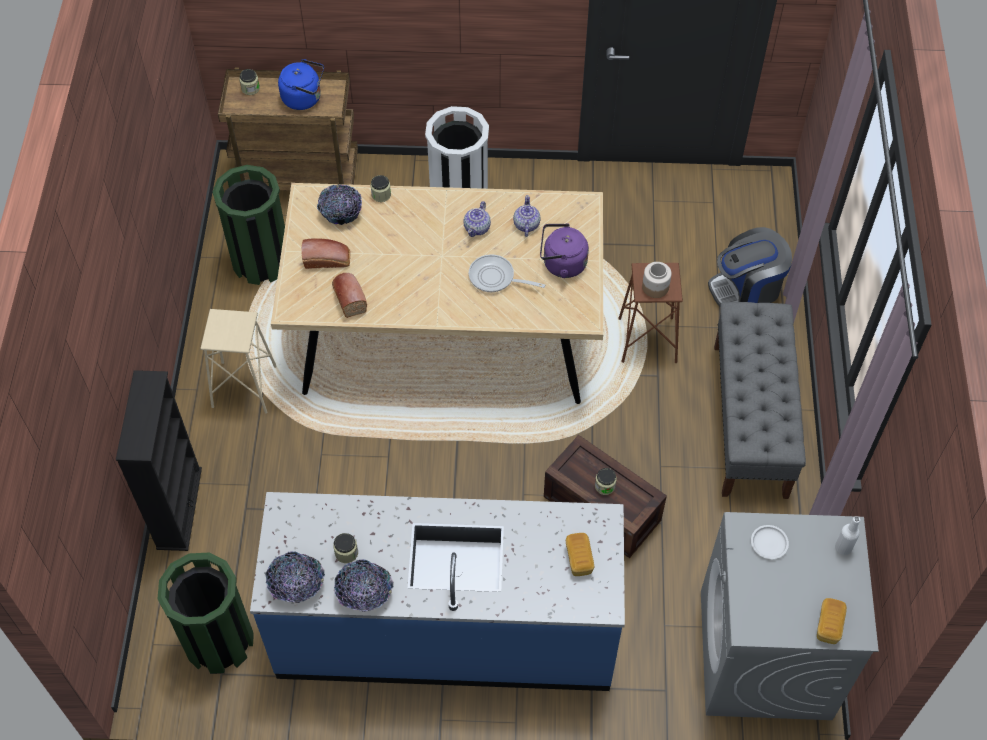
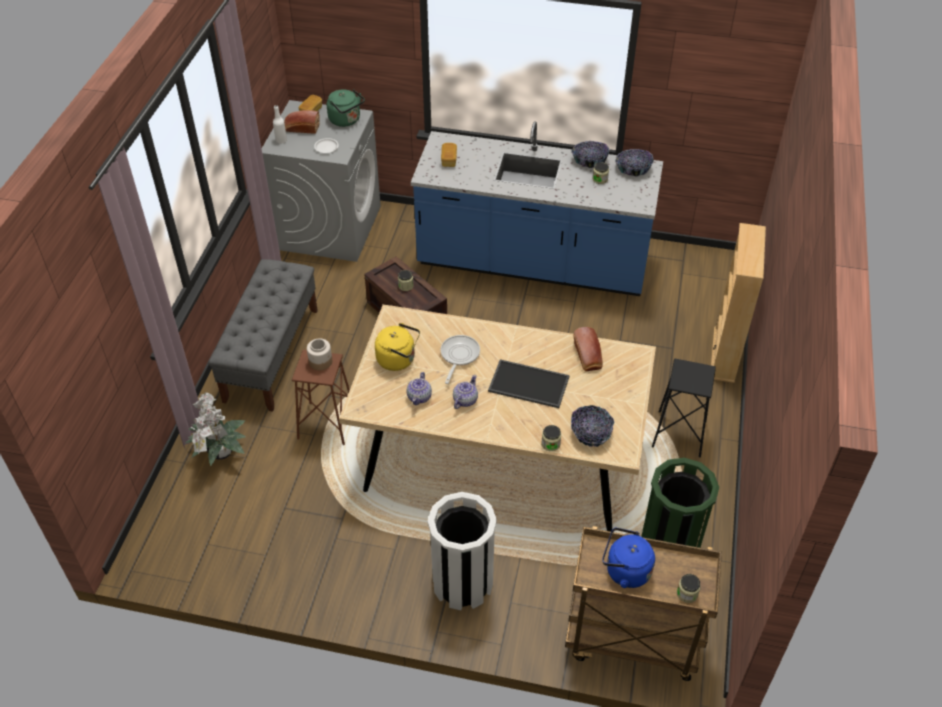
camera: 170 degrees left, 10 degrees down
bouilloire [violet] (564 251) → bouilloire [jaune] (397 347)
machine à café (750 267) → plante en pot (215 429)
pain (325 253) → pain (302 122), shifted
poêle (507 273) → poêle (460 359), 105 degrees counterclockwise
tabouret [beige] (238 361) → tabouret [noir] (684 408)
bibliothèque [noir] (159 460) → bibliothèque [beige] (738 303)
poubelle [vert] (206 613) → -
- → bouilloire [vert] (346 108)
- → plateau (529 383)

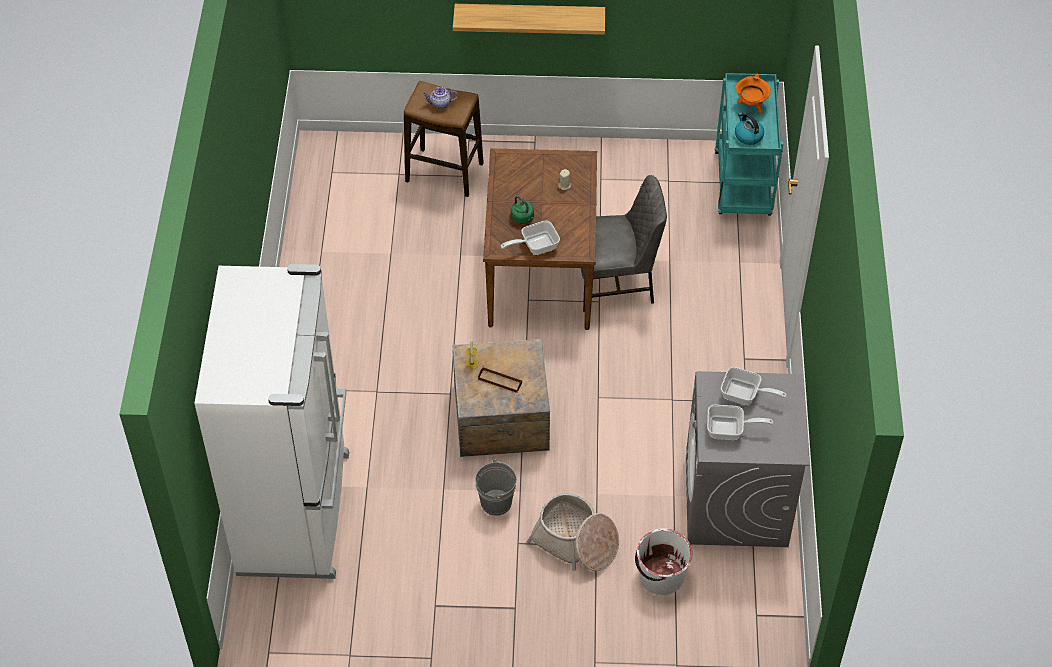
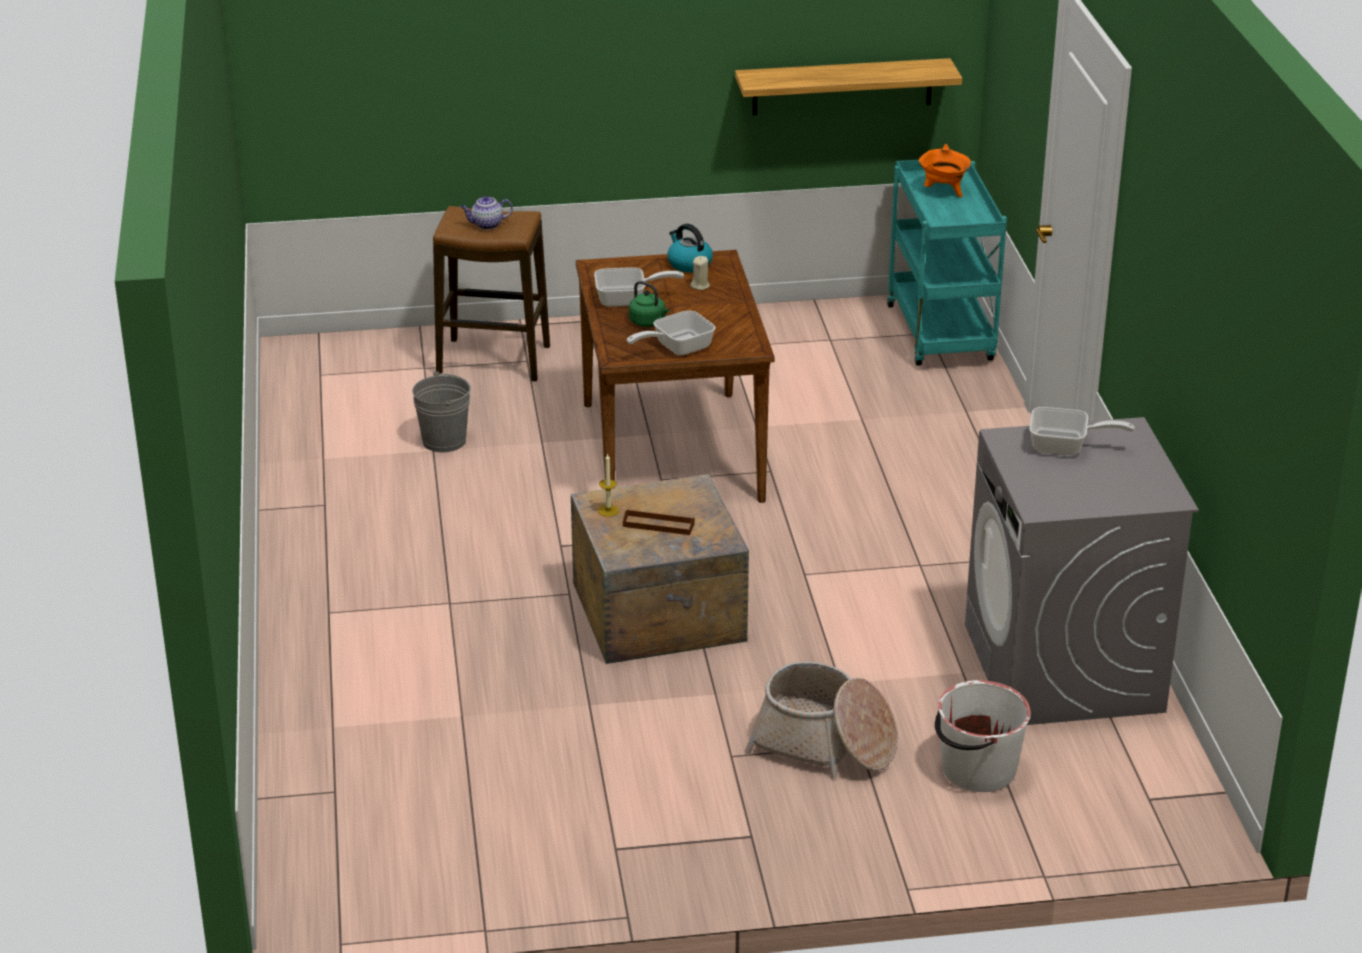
camera: 10 degrees left, 20 degrees down
étagère (529 19) → étagère (848 86), shifted
bouilloire (749 129) → bouilloire (690 248), shifted
chaise [gris] (624 243) → -
réfrigérateur [blanc] (271 421) → -
poêle (740 422) → poêle (639 287), shifted
seau [gris] (496 487) → seau [gris] (441 411), shifted

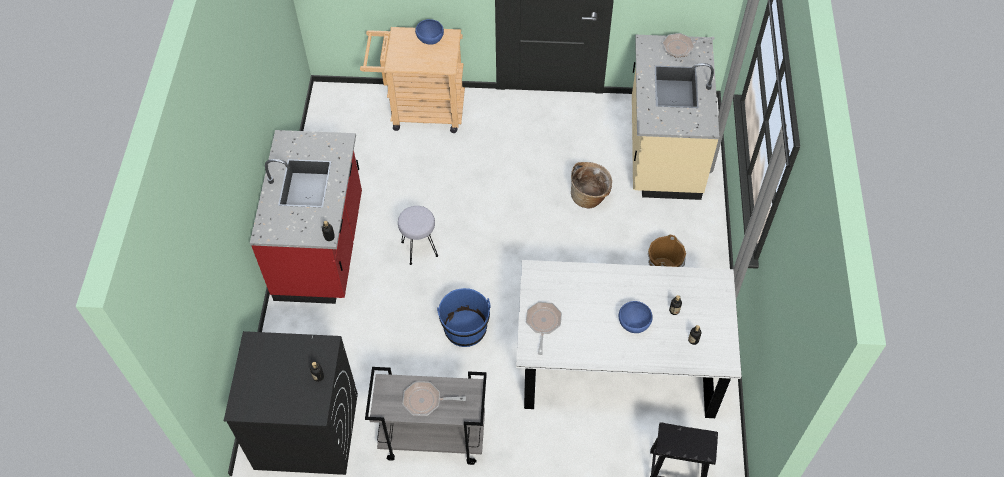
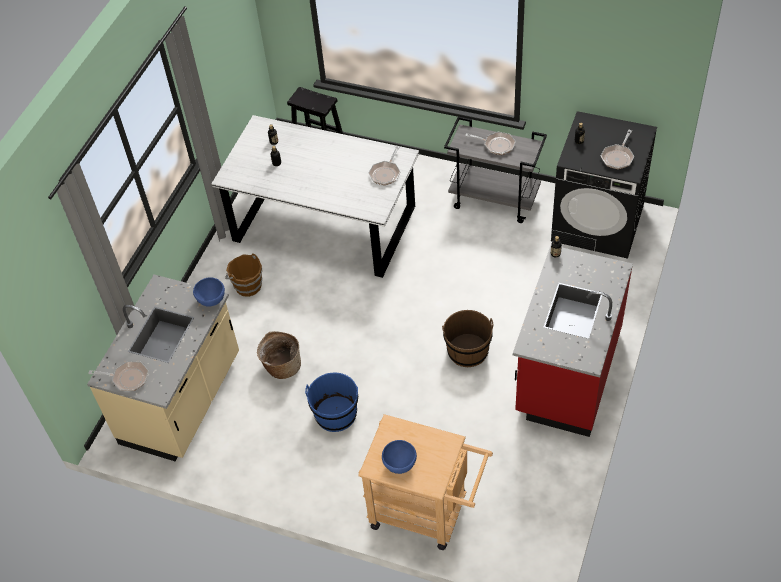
camera: 160 degrees left, 5 degrees down
tabouret [gris] (418 235) → seau [marron] (467 338)
seau [bleu] (464 317) → seau [bleu] (331 402), shifted
bol [bleu] (636 317) → bol [bleu] (209 291), shifted
- → poêle (617 149)

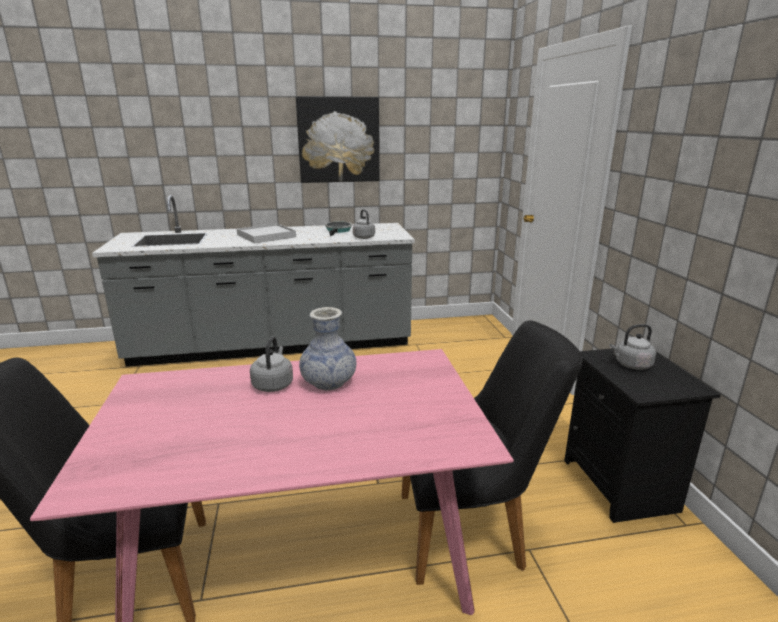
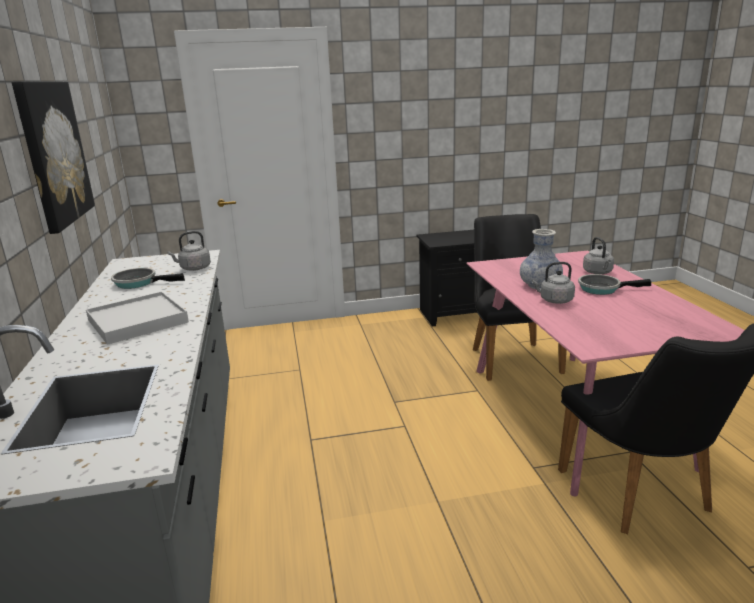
camera: 90 degrees left, 0 degrees up
bouilloire [gris] (632 347) → bouilloire [gris] (598 255), shifted
- → poêle (614 284)

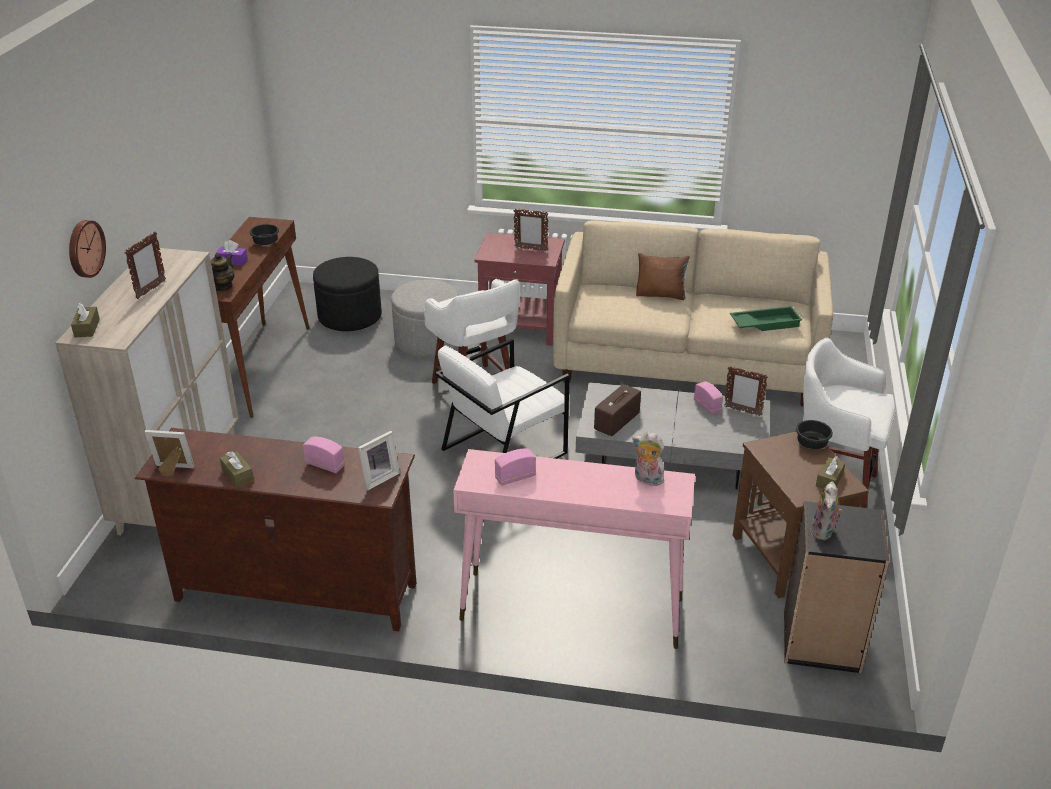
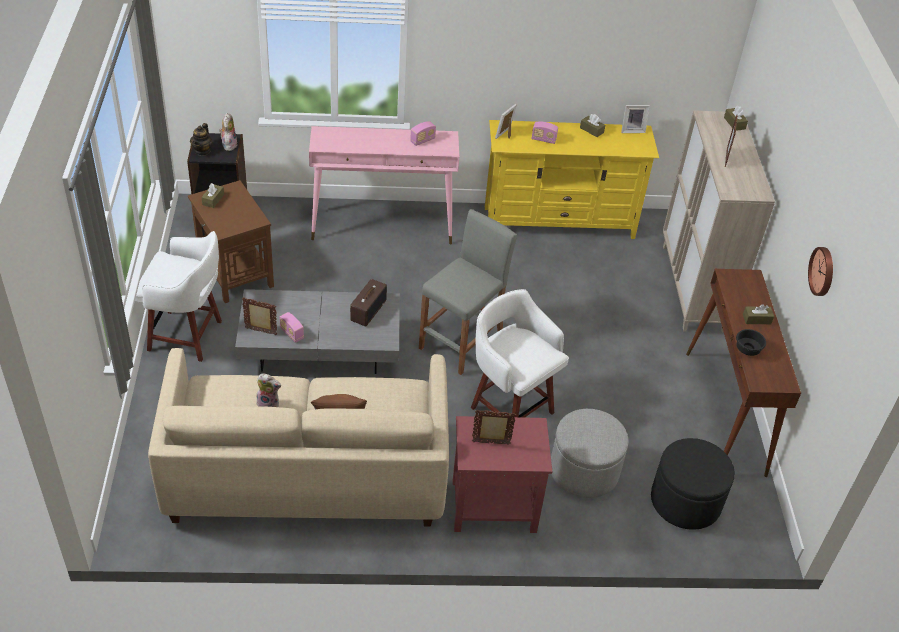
camera: 165 degrees right, 10 degrees up
horloge murale (87 249) → horloge murale (820 271), shifted
boîte à mouchoirs [violet] (231 253) → boîte à mouchoirs [marron] (758 314)
théière (223 272) → théière (201 139), shifted
plateau [vert] (766 318) → -
fauteuil [blanc] (502 399) → tabouret [gris] (468 292)
bol [noir] (814 434) → -
meuble télé [marron] (275 529) → meuble télé [jaune] (572 179)
peluche (648 459) → peluche (268 390), shifted

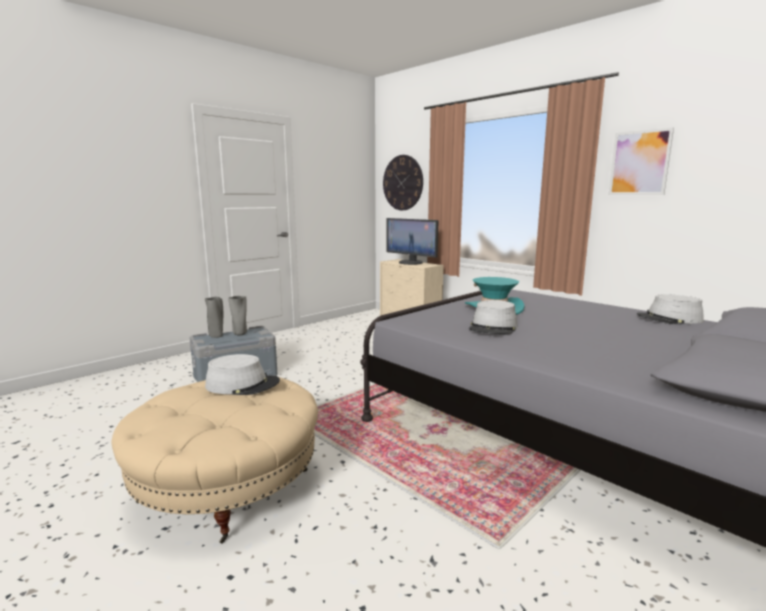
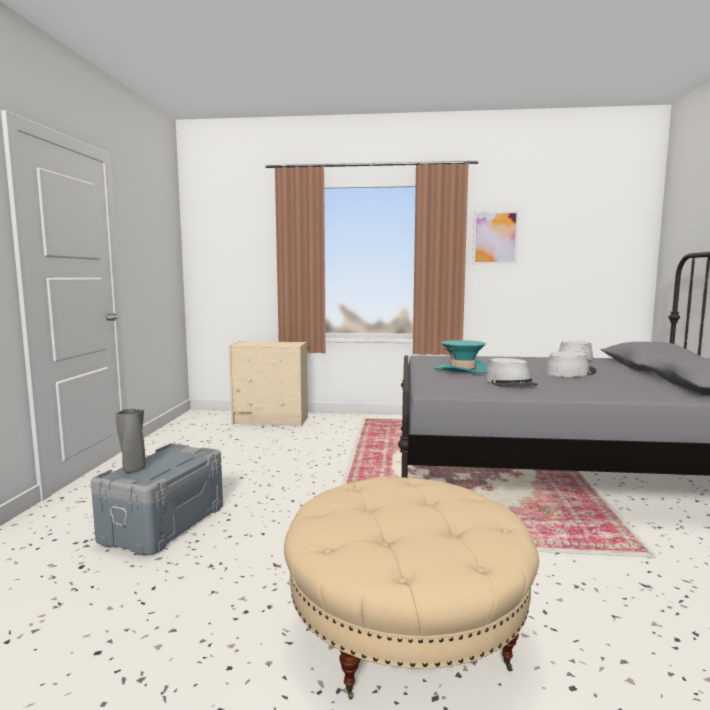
camera: 40 degrees left, 5 degrees down
horloge murale (403 182) → -
écran d'ordinateur (412 241) → -
vase [gris] (237 316) → -
chapeau [gris] (242 374) → chapeau [gris] (570 364), shifted

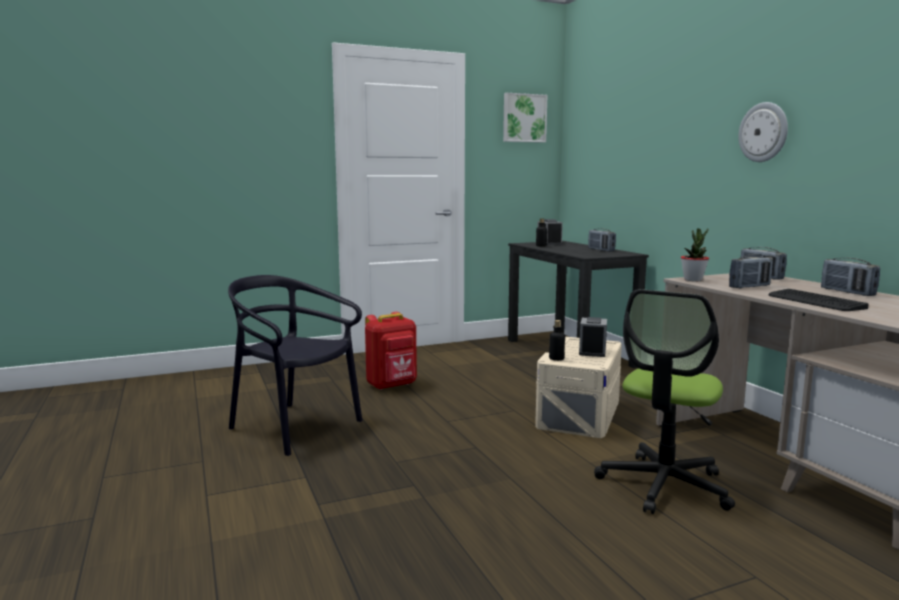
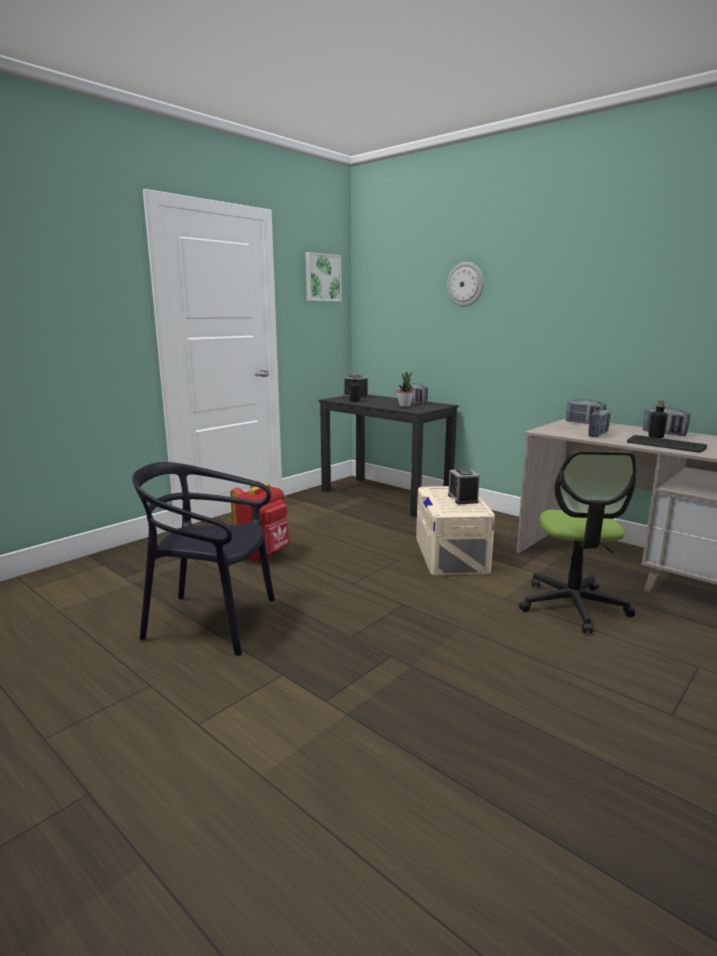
camera: 25 degrees left, 5 degrees up
horloge murale (763 132) → horloge murale (465 284), shifted
plante en pot (695 254) → plante en pot (405 389), shifted
bouteille (557 340) → bouteille (657 419), shifted

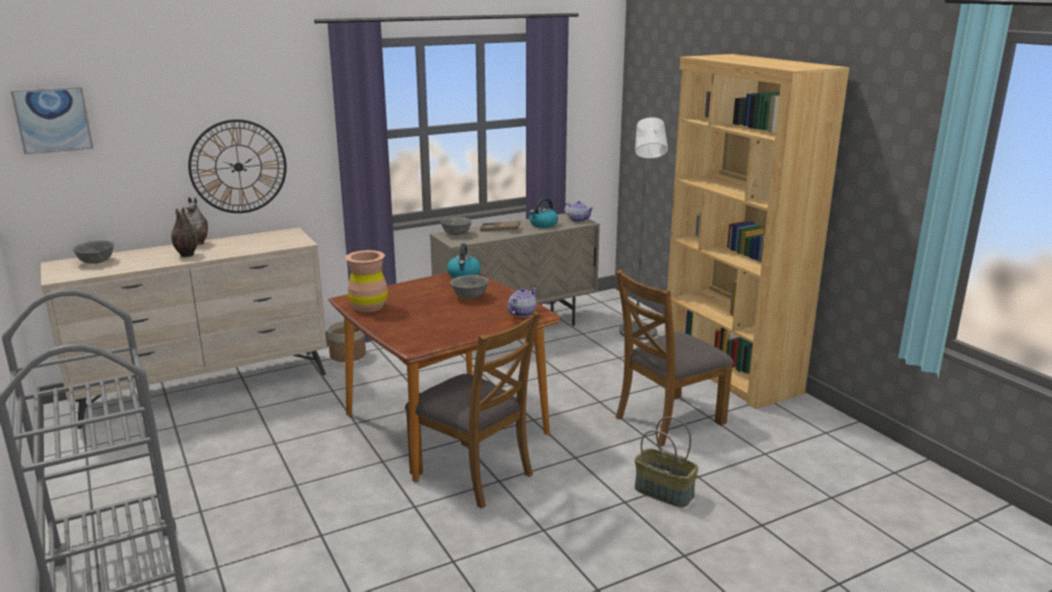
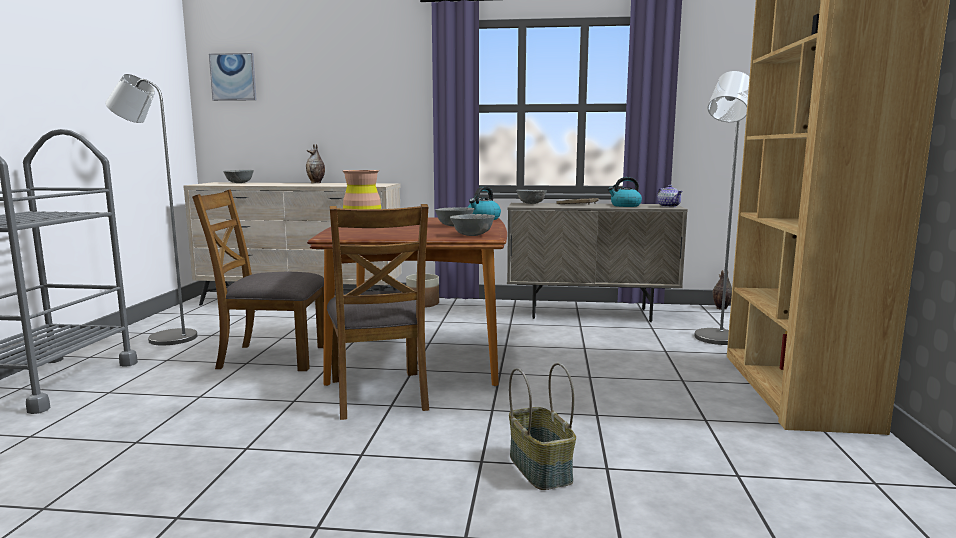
camera: 35 degrees right, 10 degrees down
horloge murale (237 166) → -
vase (184 232) → vase (722 290), shifted
chaise [marron] (674 358) → chaise [marron] (258 280), shifted
théière (522 302) → bol [gris] (472 225)
- → lampadaire [gris] (151 209)

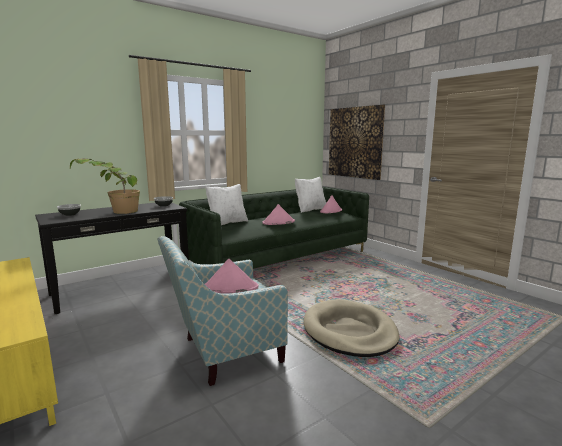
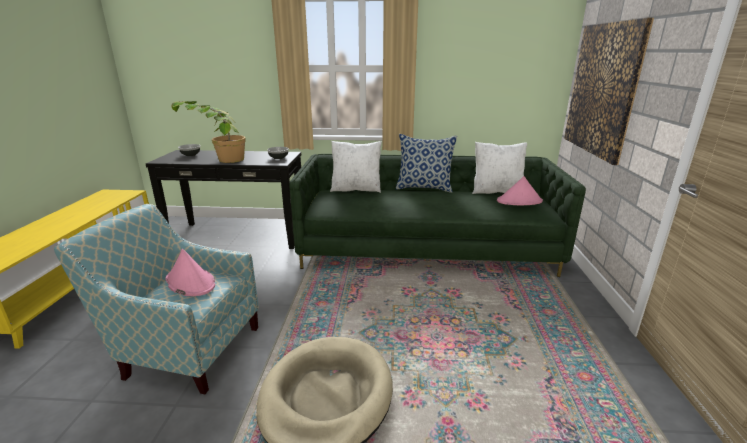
camera: 40 degrees right, 10 degrees up
chapeau [rose] (278 214) → -
- → coussin (426 163)

